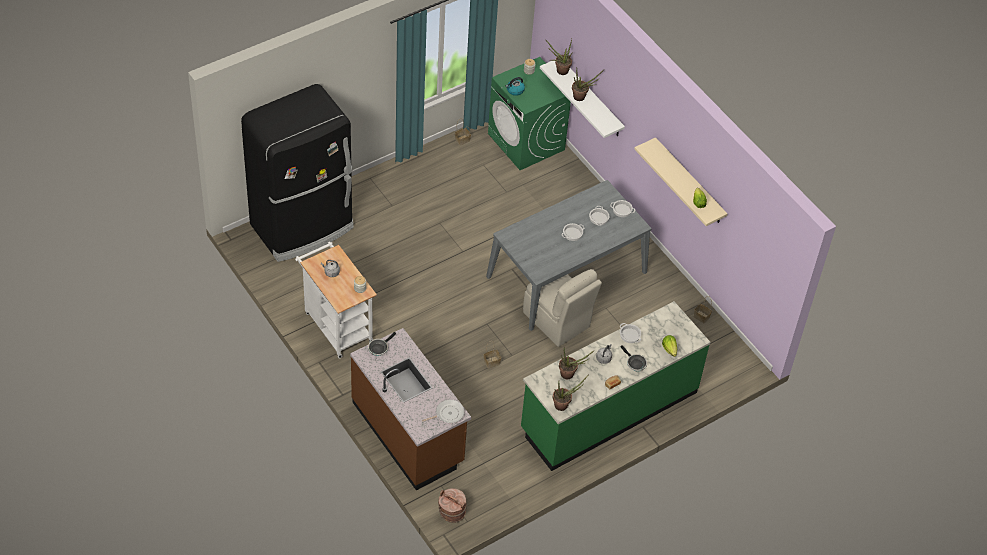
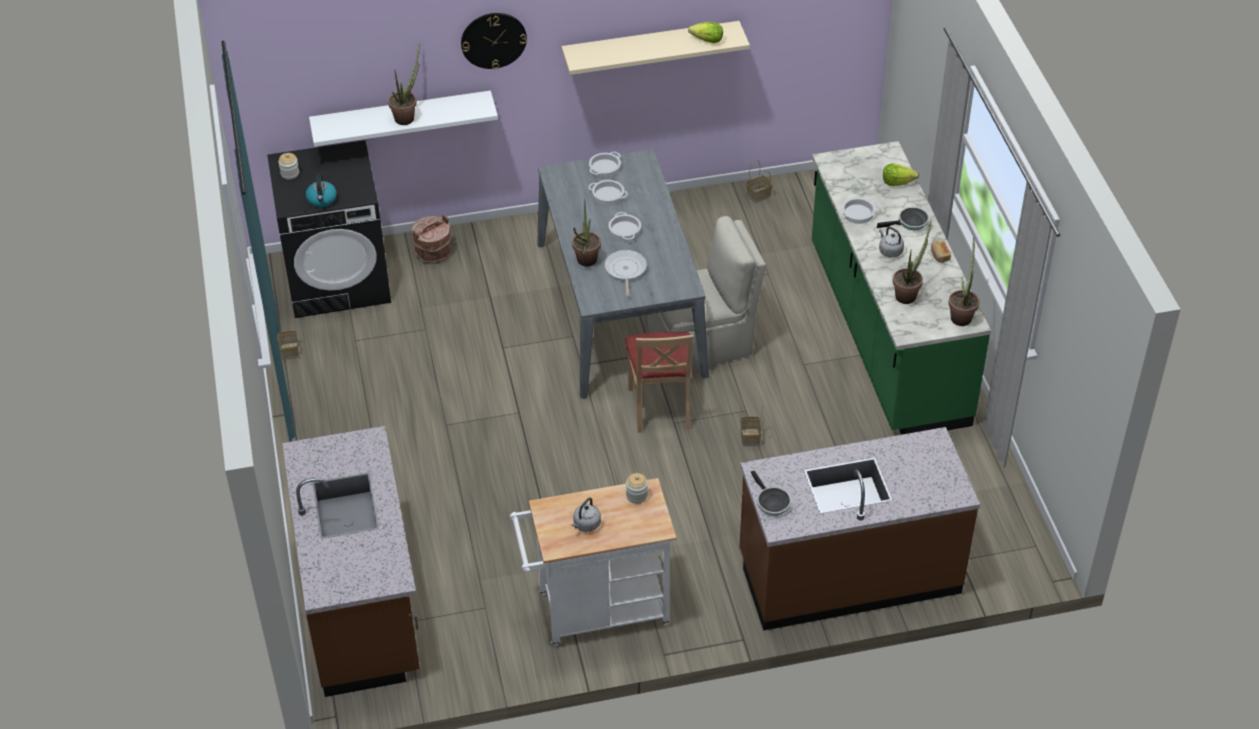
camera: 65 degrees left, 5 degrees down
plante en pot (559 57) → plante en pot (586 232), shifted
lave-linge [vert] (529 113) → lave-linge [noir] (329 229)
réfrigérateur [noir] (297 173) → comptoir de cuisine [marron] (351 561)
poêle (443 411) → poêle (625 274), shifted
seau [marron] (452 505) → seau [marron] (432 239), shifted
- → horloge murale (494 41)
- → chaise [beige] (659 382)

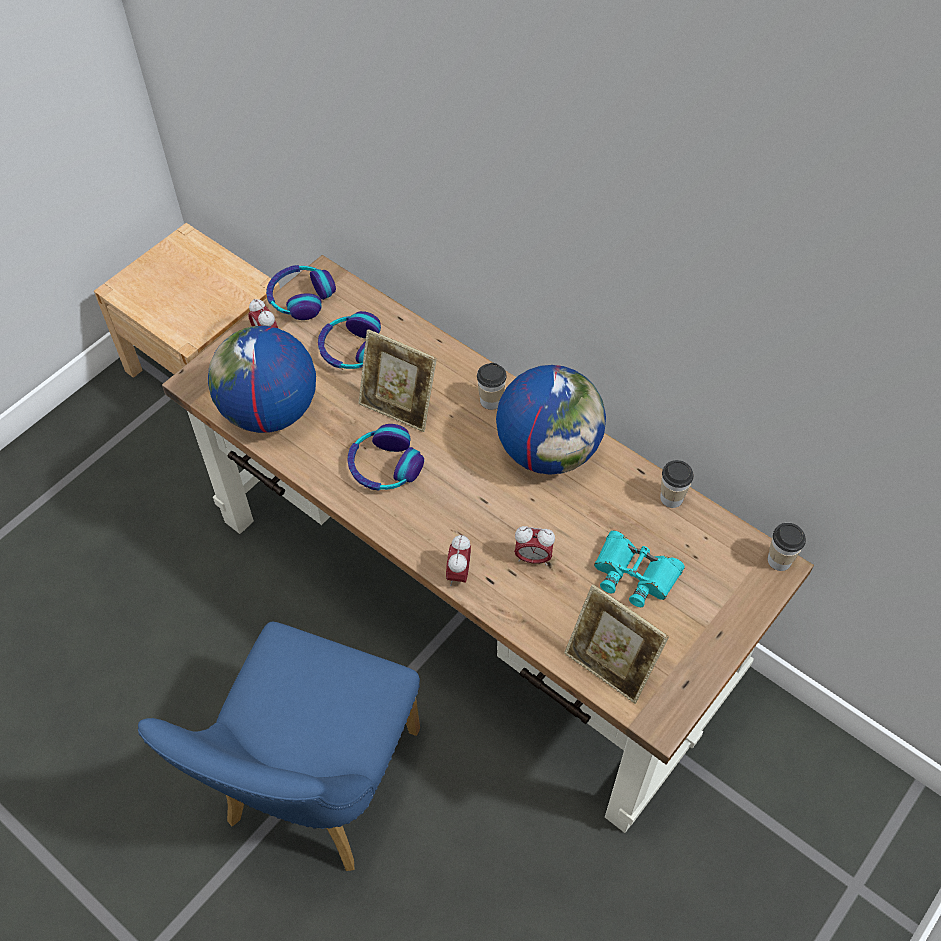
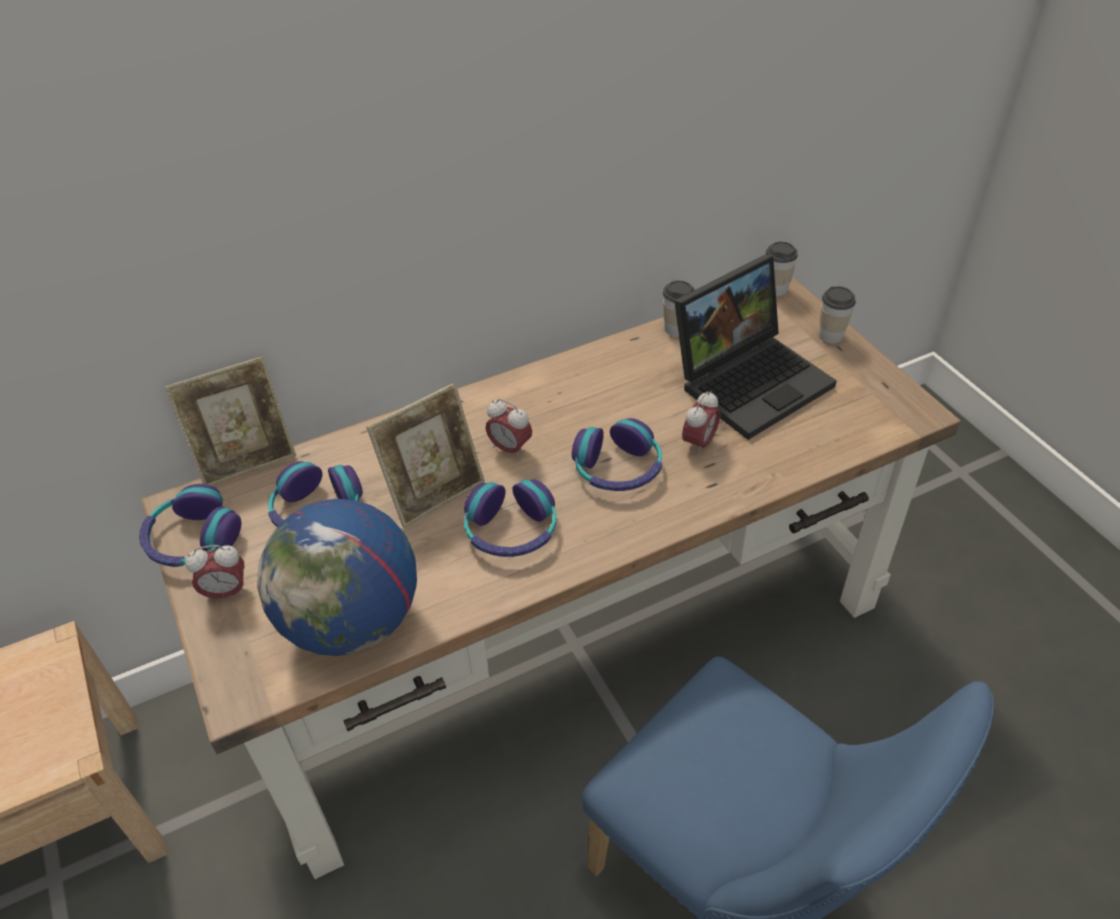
camera: 65 degrees left, 10 degrees down
tasse (491 386) → tasse (837 315), shifted
globe (551 420) → -
jumelles [turquoise] (639 569) → ordinateur portable (755 347)
réveil (458 560) → réveil (509 429), shifted
cadre photo (616 644) → cadre photo (230 421), shifted
- → casque audio (617 454)

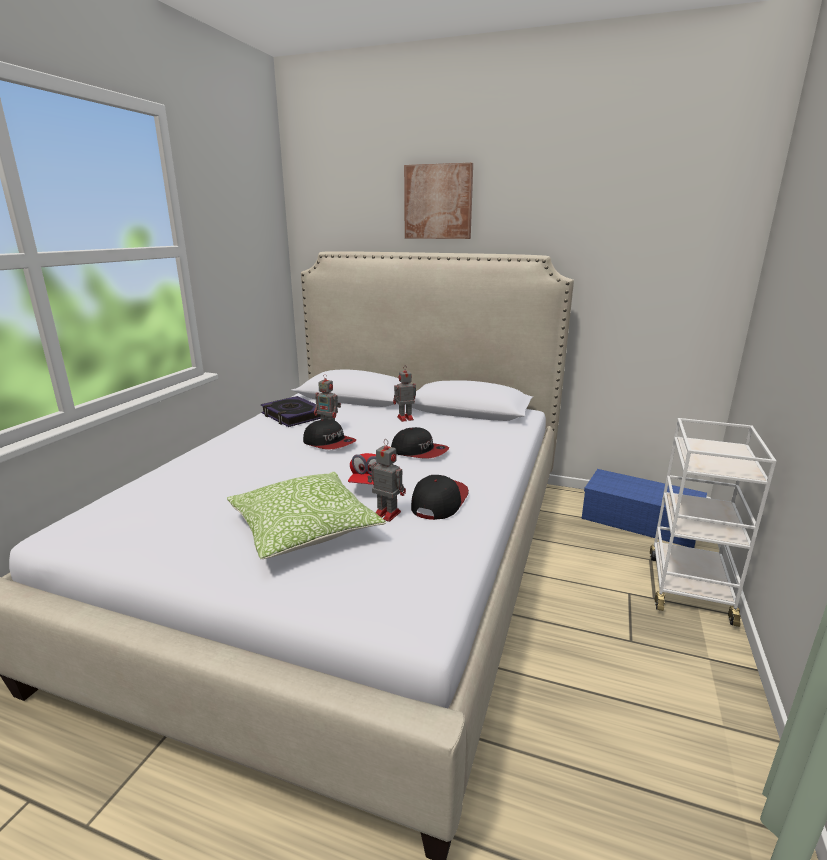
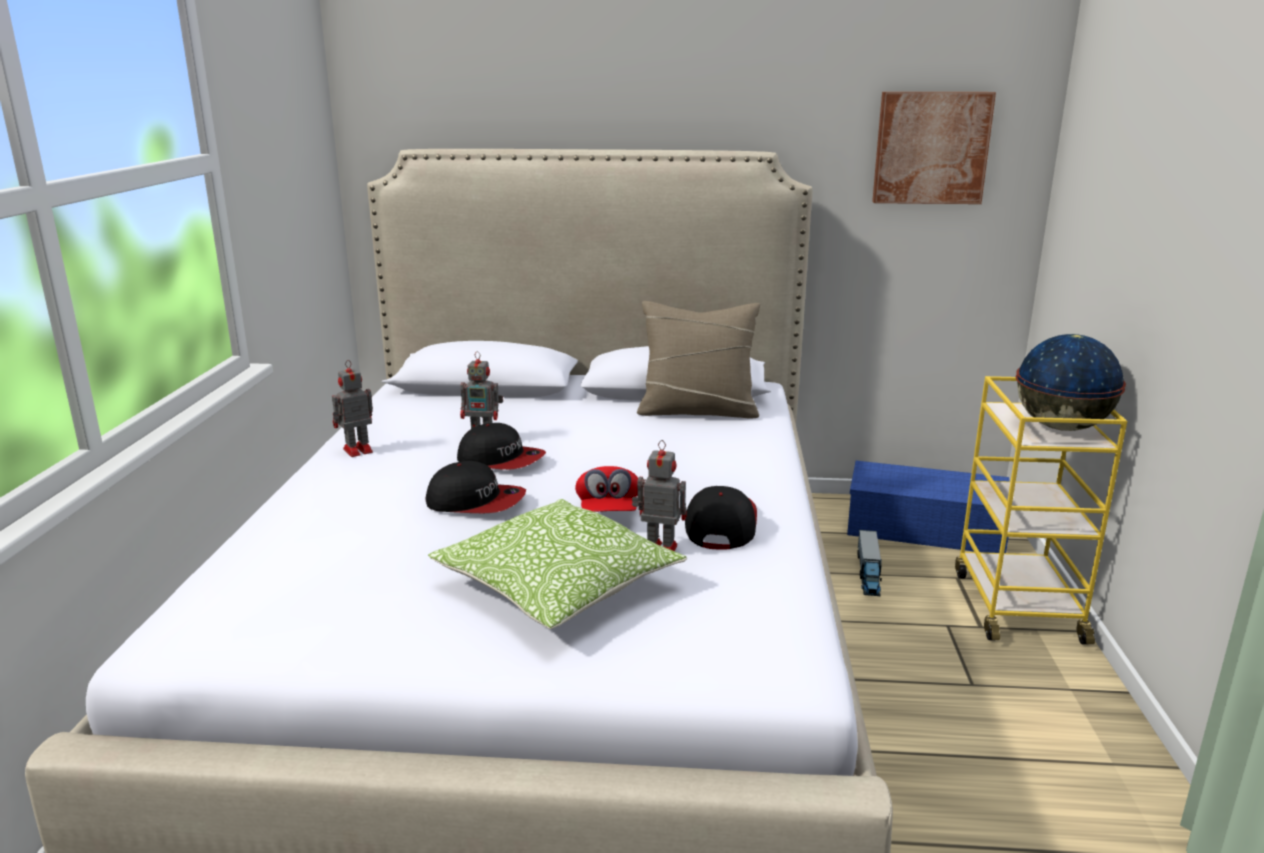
camera: 15 degrees left, 0 degrees up
tableau (438 201) → tableau (934 148), shifted
robot jouet (404 394) → robot jouet (352 408), shifted
livre (291 411) → -
chariot [blanc] (713 522) → chariot [jaune] (1041 510)
casquette (420 442) → casquette (476 487), shifted
- → coussin [beige] (698 360)
- → globe (1071 382)
- → camion jouet (869 563)

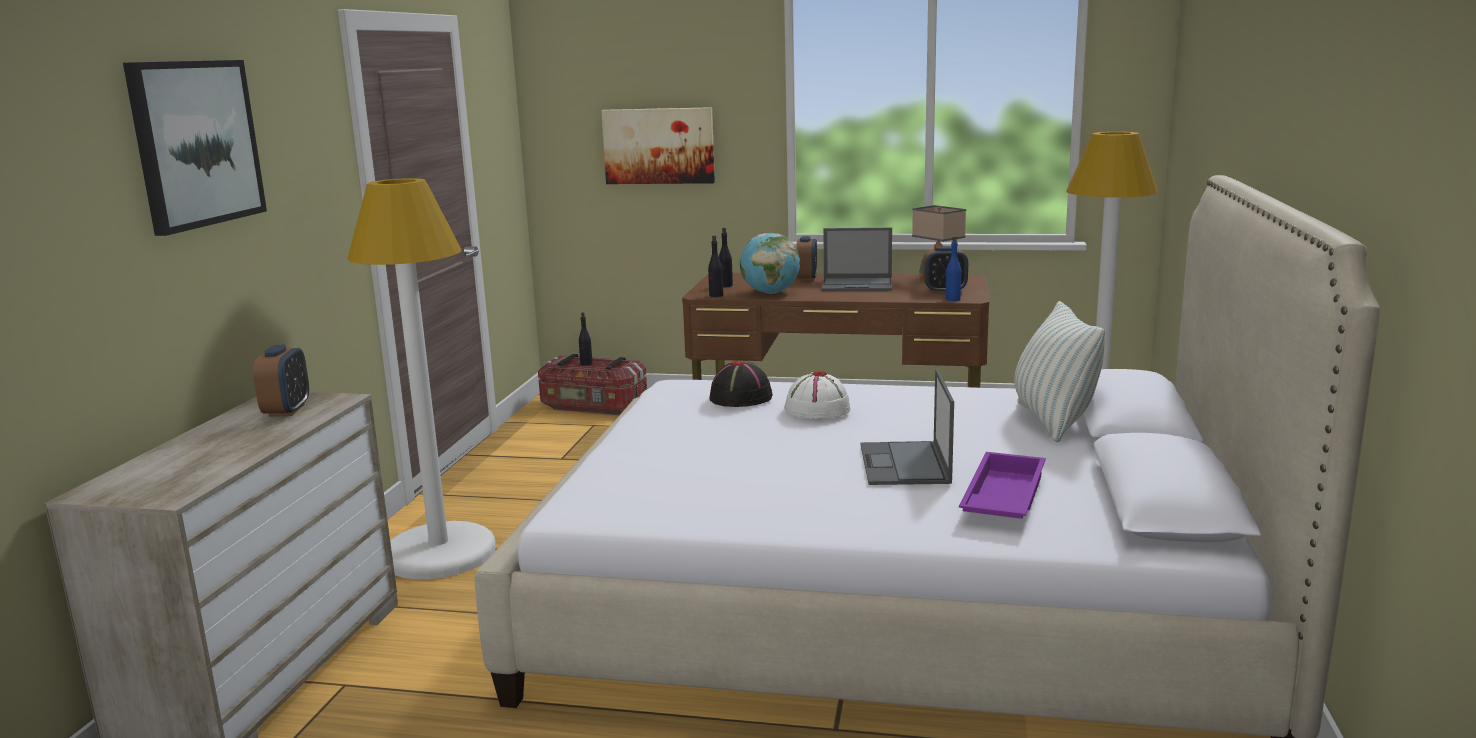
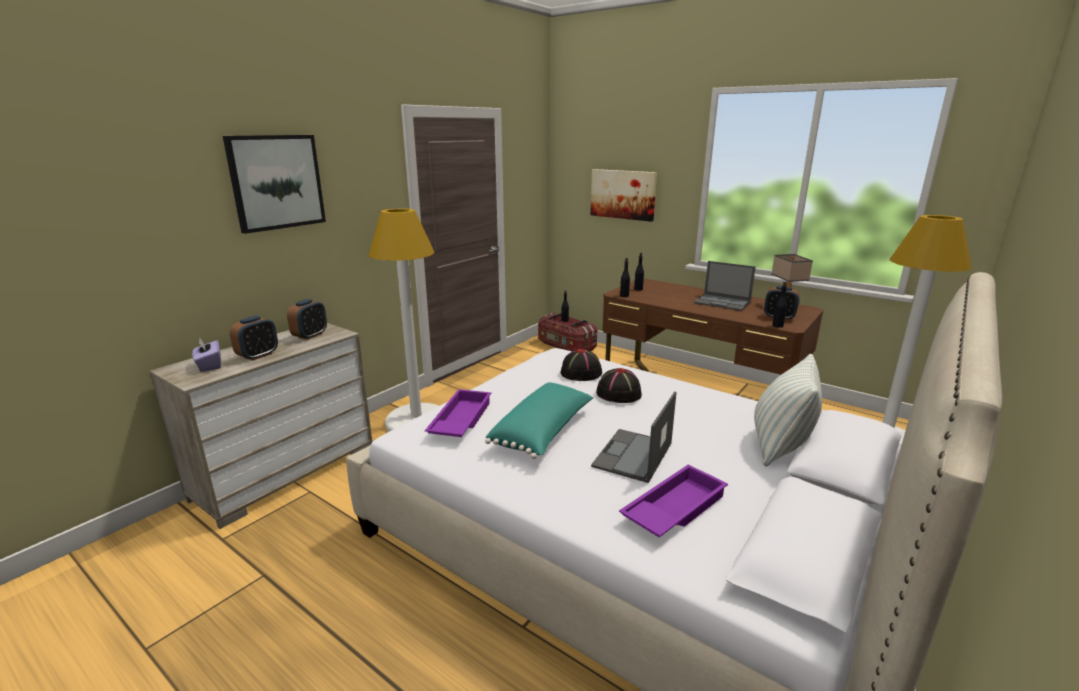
camera: 25 degrees right, 5 degrees up
globe (770 263) → -
réveil (806 258) → réveil (254 338), shifted
bouteille [bleu] (953 268) → bouteille [noir] (779 305)
chapeau [blanc] (817 395) → chapeau [noir] (619 385)
- → boîte à mouchoirs [violet] (206 355)
- → coussin [turquoise] (539 420)
- → plateau [violet] (458 413)

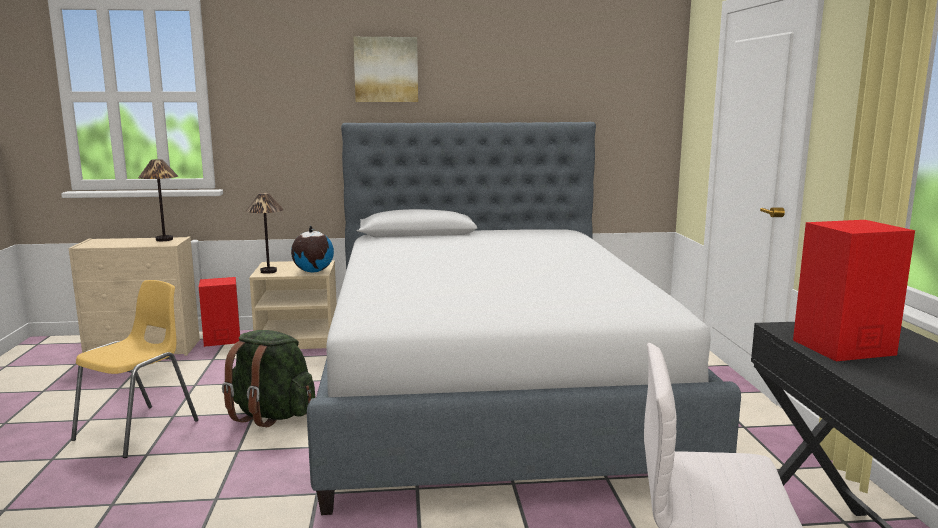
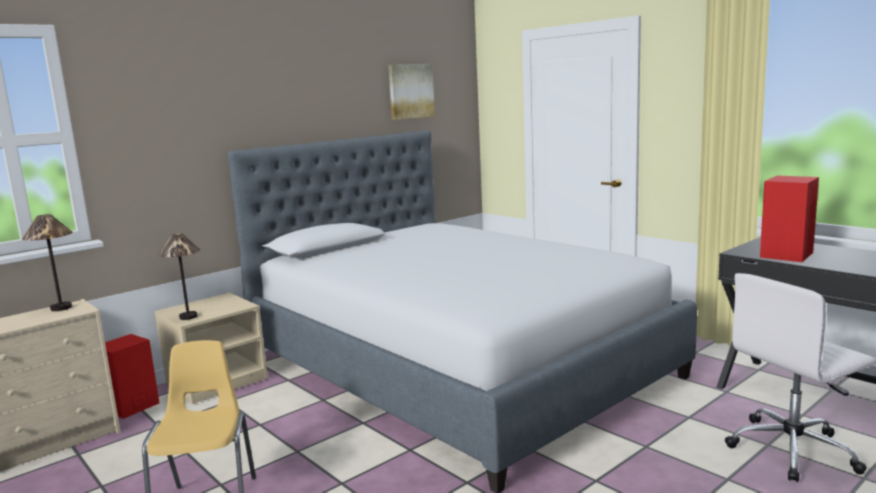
camera: 35 degrees left, 0 degrees up
tableau (385 69) → tableau (411 92), shifted
globe (312 249) → -
sac à dos [vert] (269 378) → -

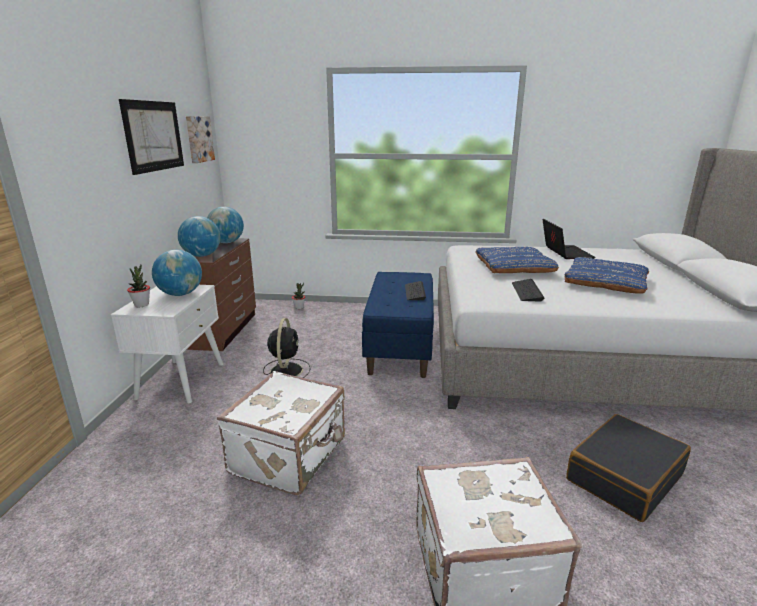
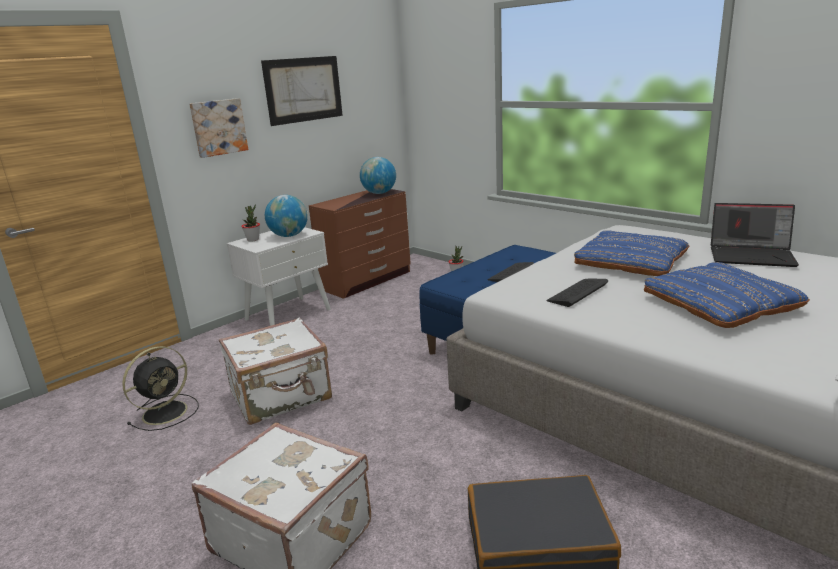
camera: 40 degrees right, 0 degrees up
tableau (200 139) → tableau (219 128), shifted
globe (199 236) → -
ordinateur portable (568 239) → ordinateur portable (755 235), 75 degrees clockwise
ventilateur [noir] (287 348) → ventilateur [noir] (160 388), shifted

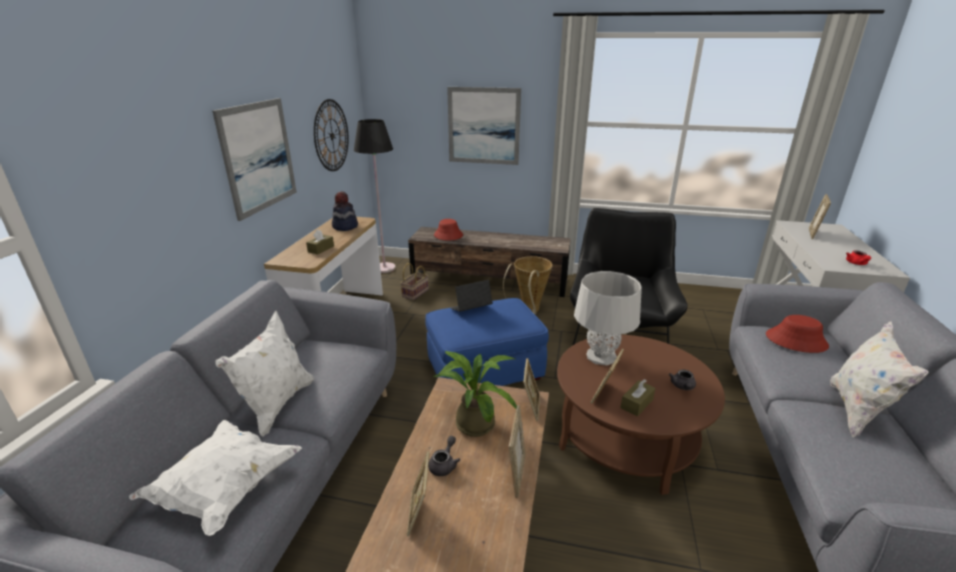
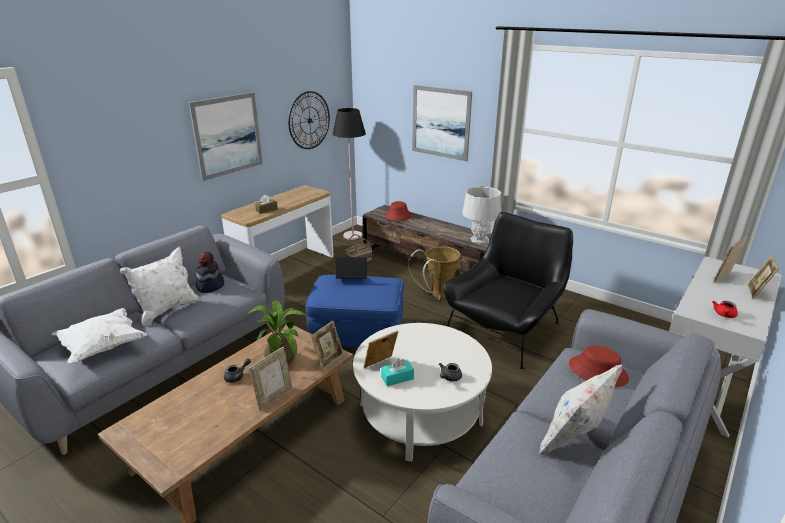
camera: 25 degrees right, 0 degrees up
chapeau (345 211) → chapeau (210 272), shifted
lampe de table [gris] (608 318) → lampe de table [gris] (481 215), shifted
table basse [marron] (641 415) → table basse [blanc] (422 392)
boîte à mouchoirs [marron] (637 398) → boîte à mouchoirs [turquoise] (397 372)
cadre photo (417 494) → cadre photo (763 277), shifted

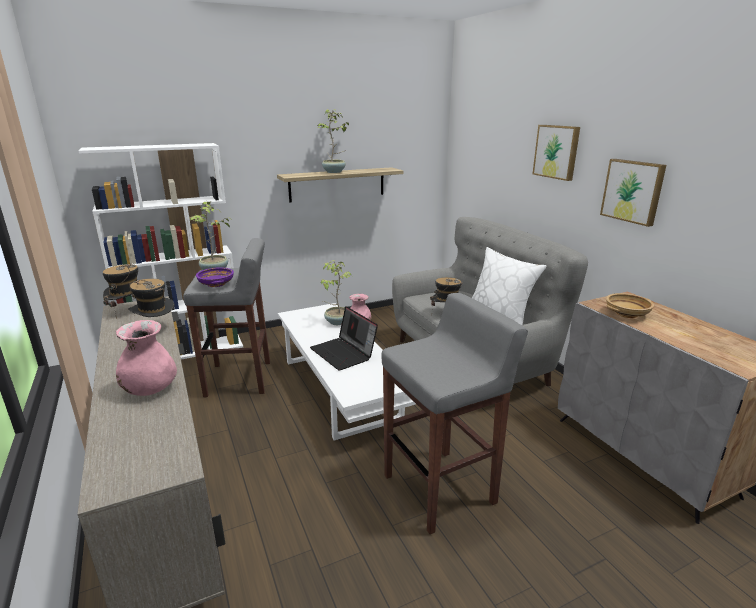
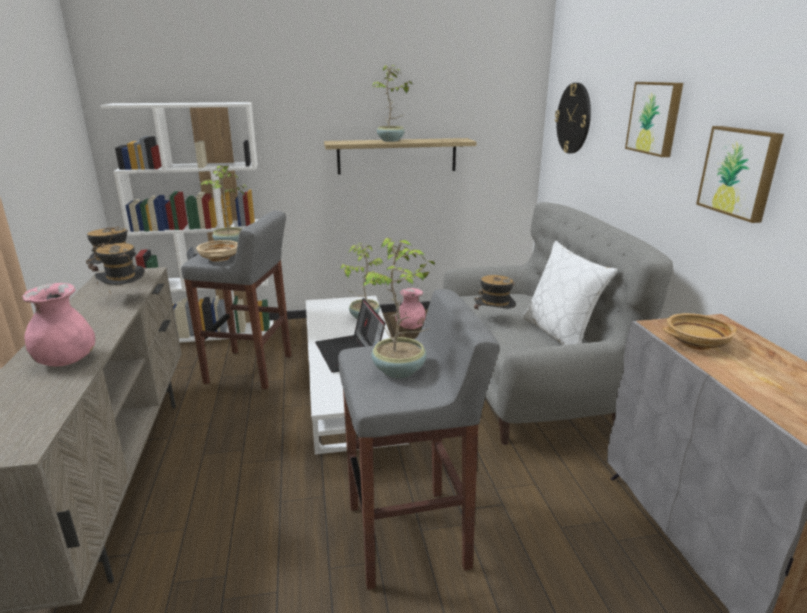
camera: 15 degrees right, 0 degrees up
bol [violet] (215 277) → bol [beige] (217 251)
- → horloge murale (573 118)
- → plante en pot (399 308)

